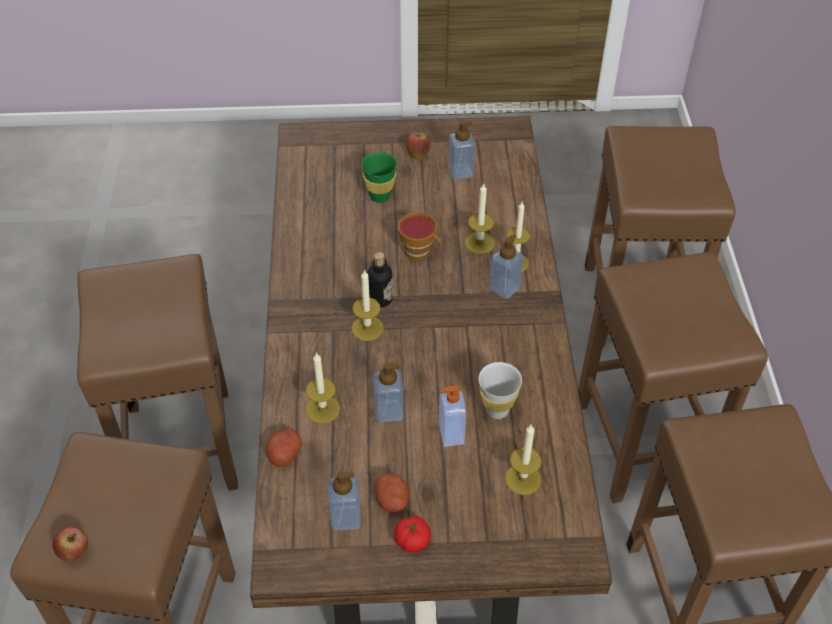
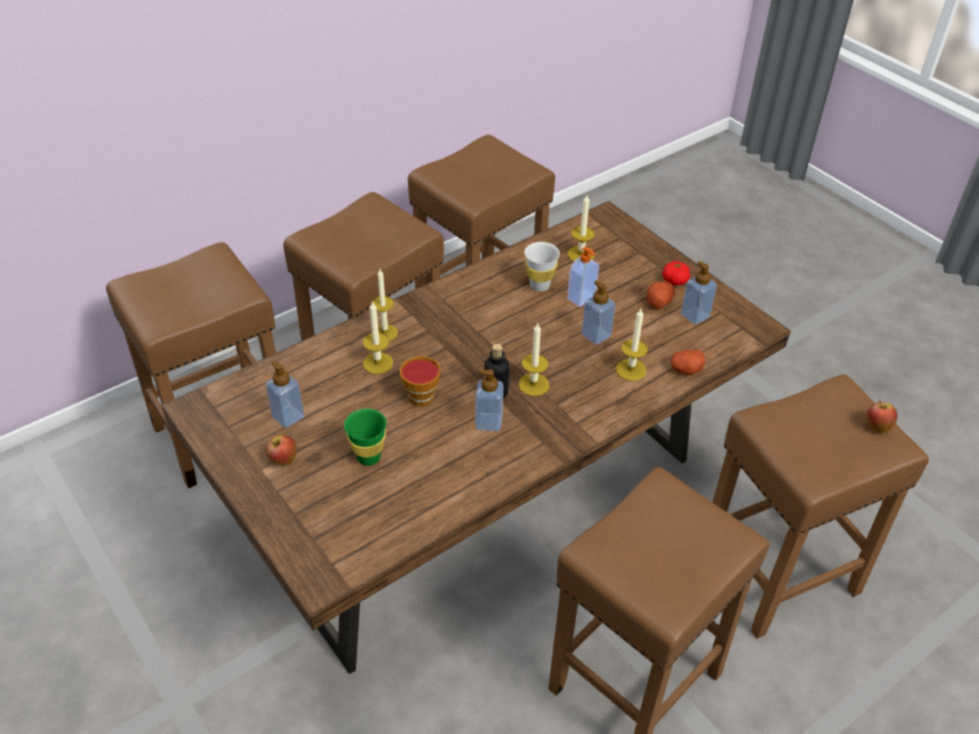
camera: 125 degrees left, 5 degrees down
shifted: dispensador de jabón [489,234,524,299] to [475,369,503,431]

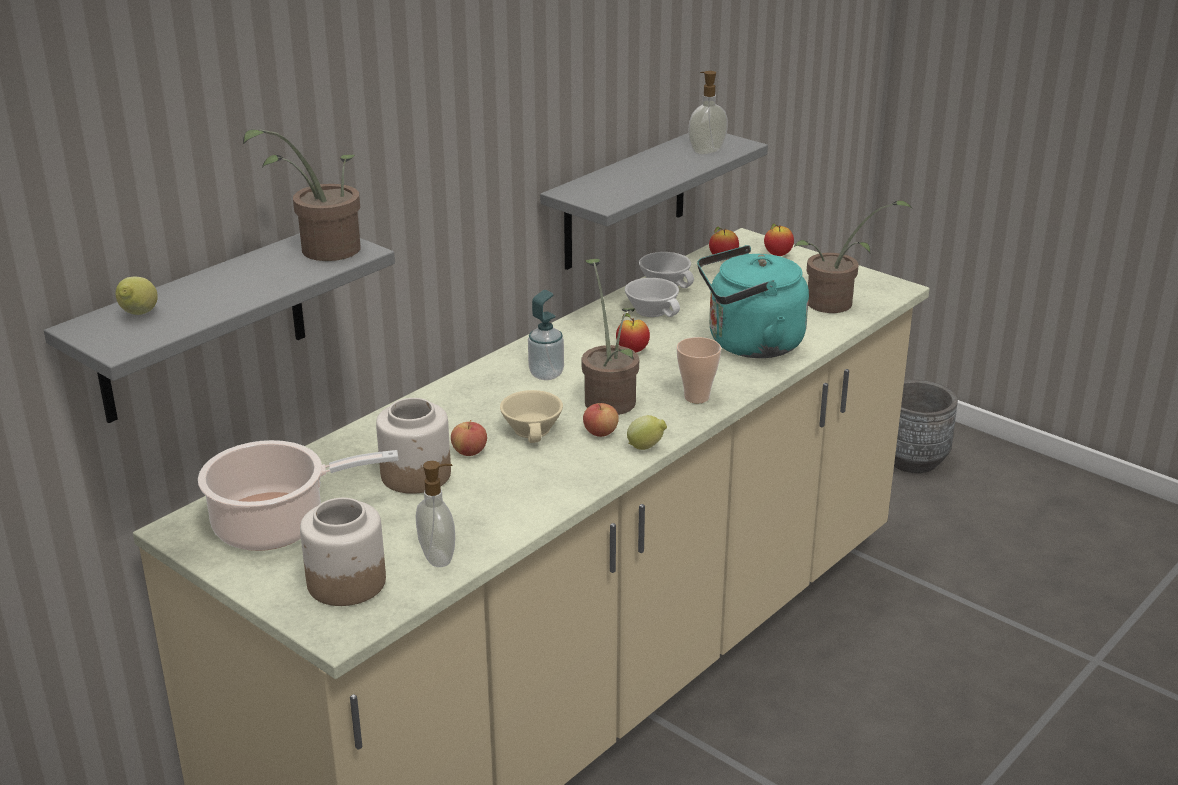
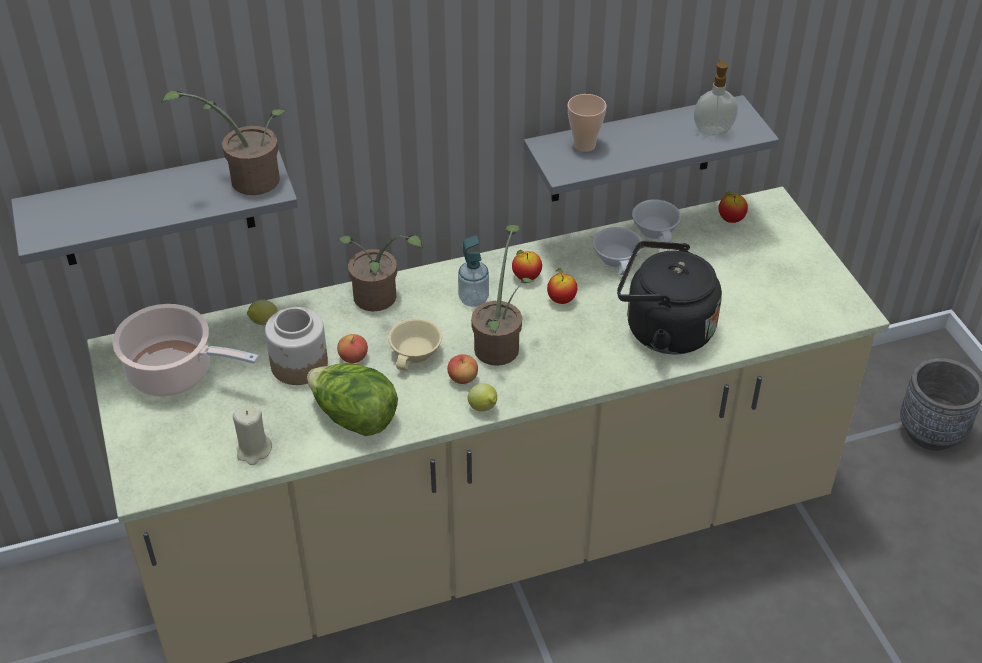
camera: 30 degrees right, 15 degrees up
gone: tarro [300,498,386,606]
new: lechuga [307,363,398,436]
shifted: planta en maceta [794,200,913,313] to [338,235,423,311]; manzana [764,223,794,256] to [512,250,542,280]; limón [116,277,158,315] to [247,300,278,325]; taza [677,337,721,403] to [568,94,606,152]
swapped: dispensador de jabón [416,461,455,567] to vela (beis) [233,405,272,465]
repainted: hervidor (turquesa) [697,245,809,358] to hervidor (negro) [617,241,722,354]

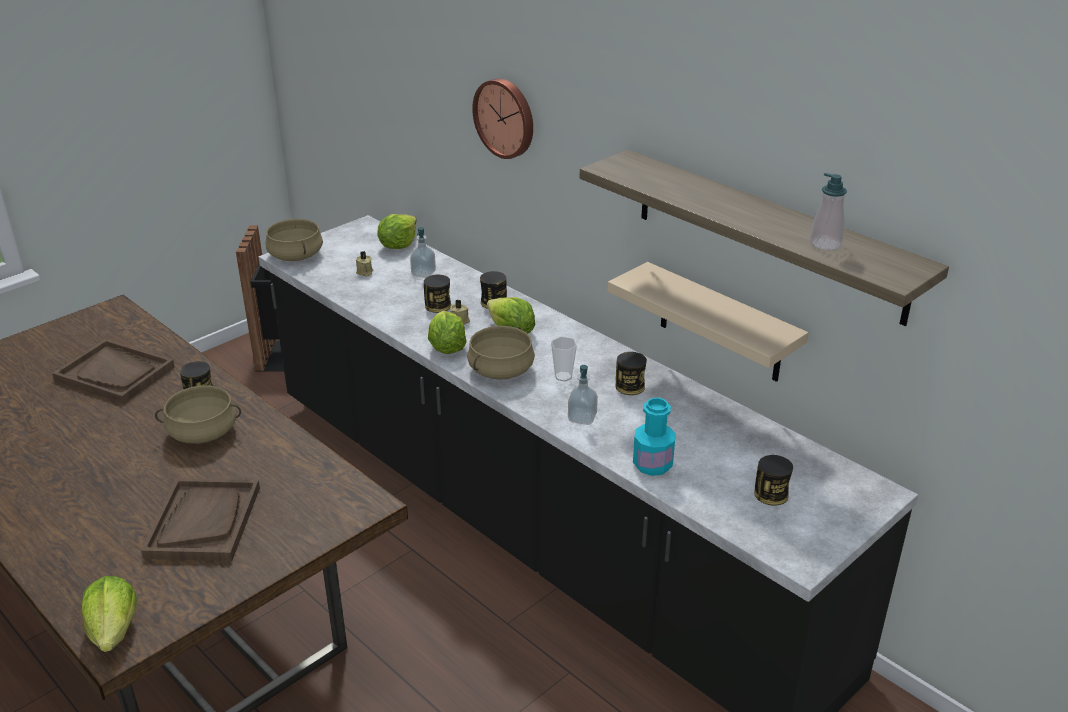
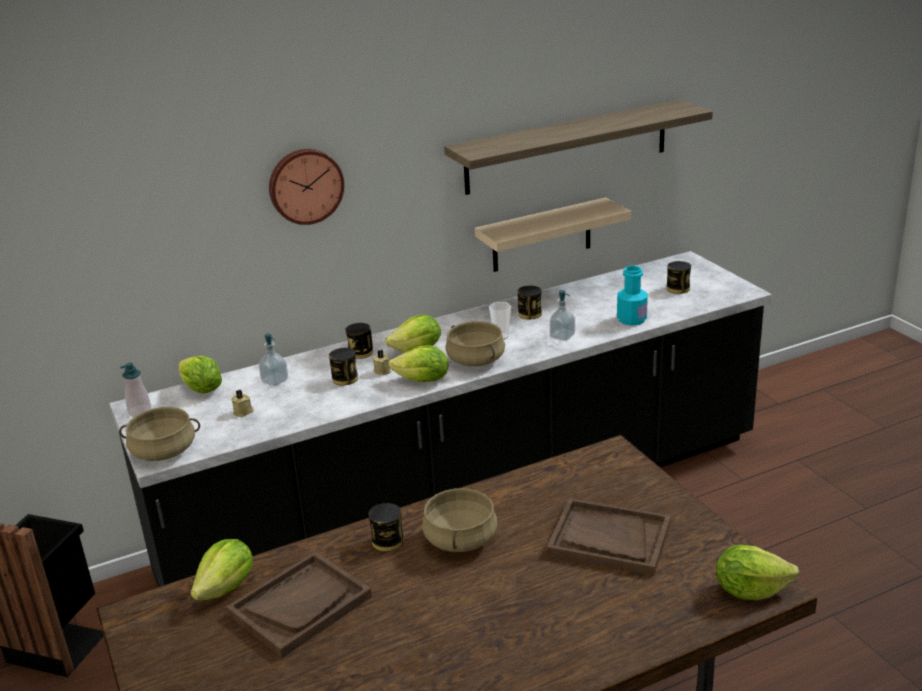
camera: 70 degrees left, 5 degrees down
new: lechuga [190,539,253,600]
shifted: dispensador de jabón [810,173,847,250] to [120,363,152,417]

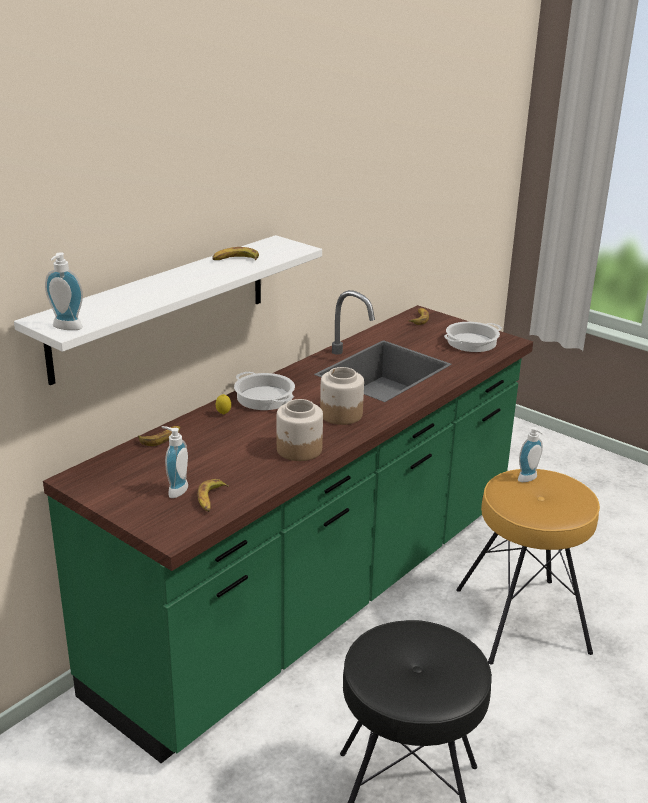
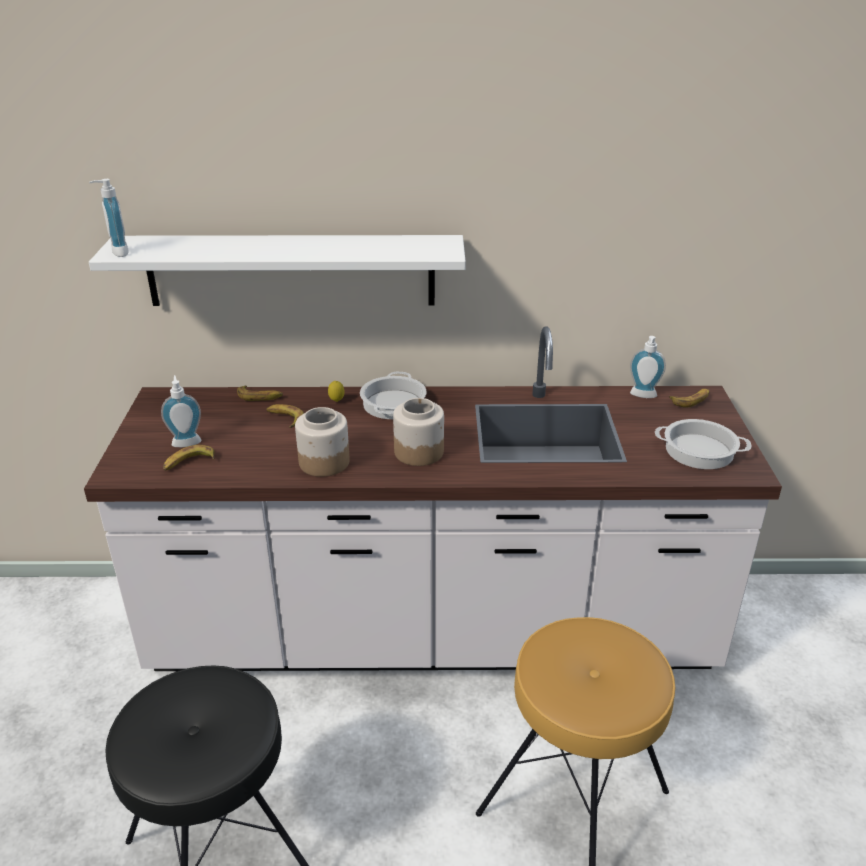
camera: 50 degrees right, 5 degrees up
shifted: plátano [212,247,259,260] to [266,404,304,428]; dispensador de jabón [518,427,543,482] to [630,336,666,398]
repainted: mueble bajo de cocina (verde) [43,290,533,763] to mueble bajo de cocina (blanco) [84,326,782,671]

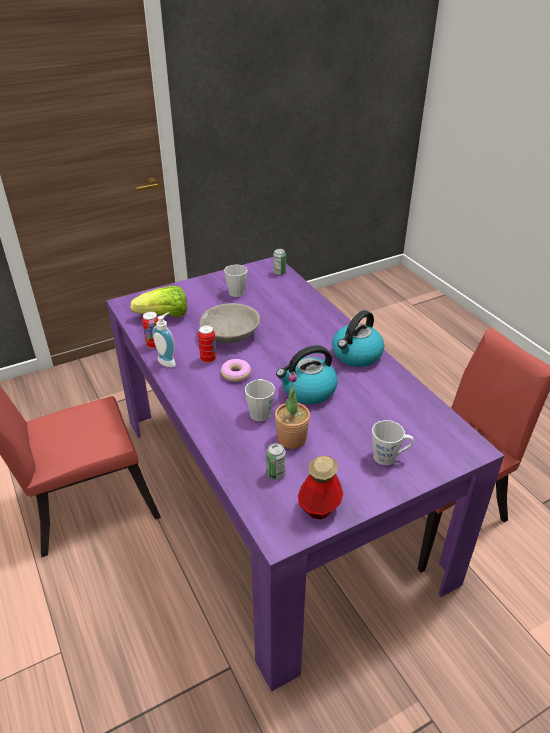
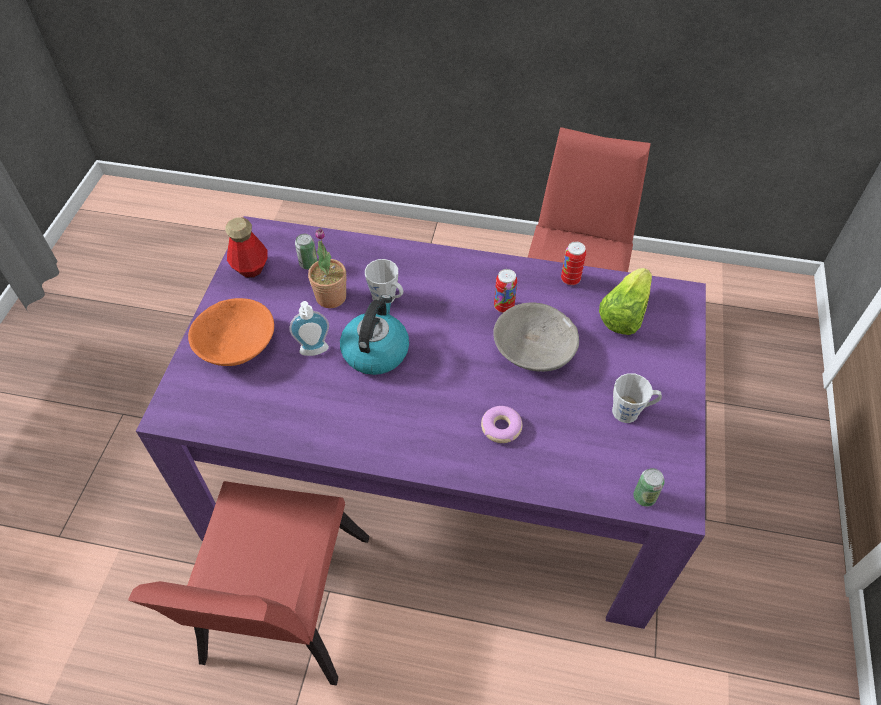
camera: 130 degrees right, 15 degrees up
gone: hervidor [332,310,384,367]
shifted: dispensador de jabón [153,312,176,367] to [290,301,329,356]; rosquilla [221,359,251,382] to [481,406,522,443]
swapped: taza grande (gris) [372,420,414,465] to cuenco (naranja) [188,298,274,366]

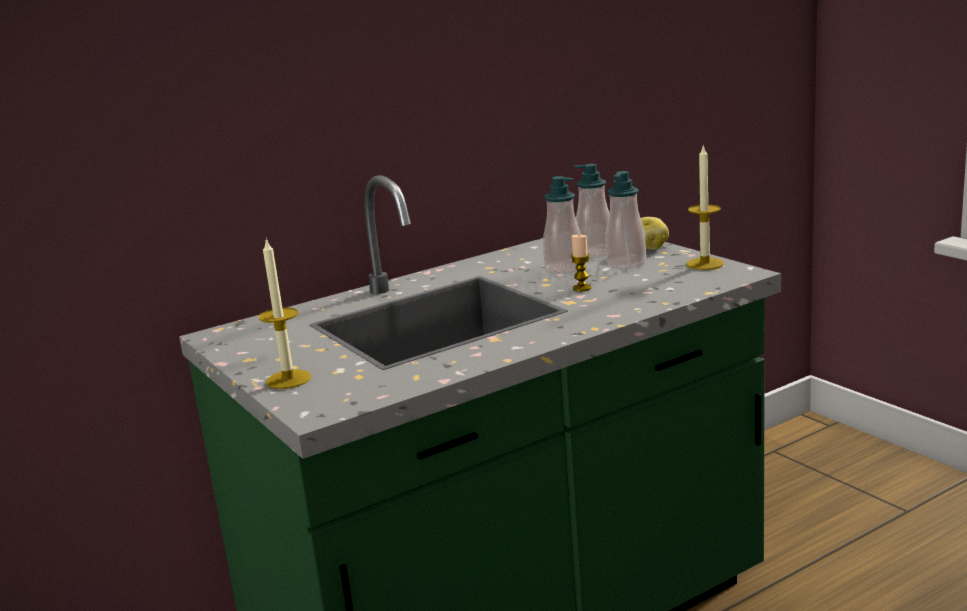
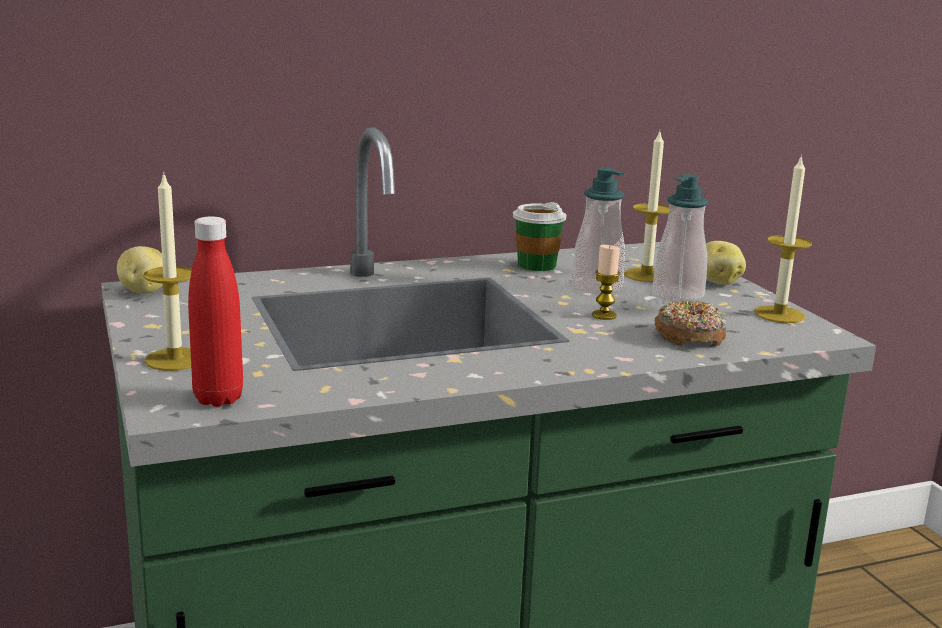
camera: 10 degrees right, 0 degrees up
new: taza [513,202,567,271]; botella (rojo) [188,216,243,407]; patata [117,246,163,294]; rosquilla [655,300,726,347]
swapped: dispensador de jabón [574,164,609,258] to vela [624,131,669,282]

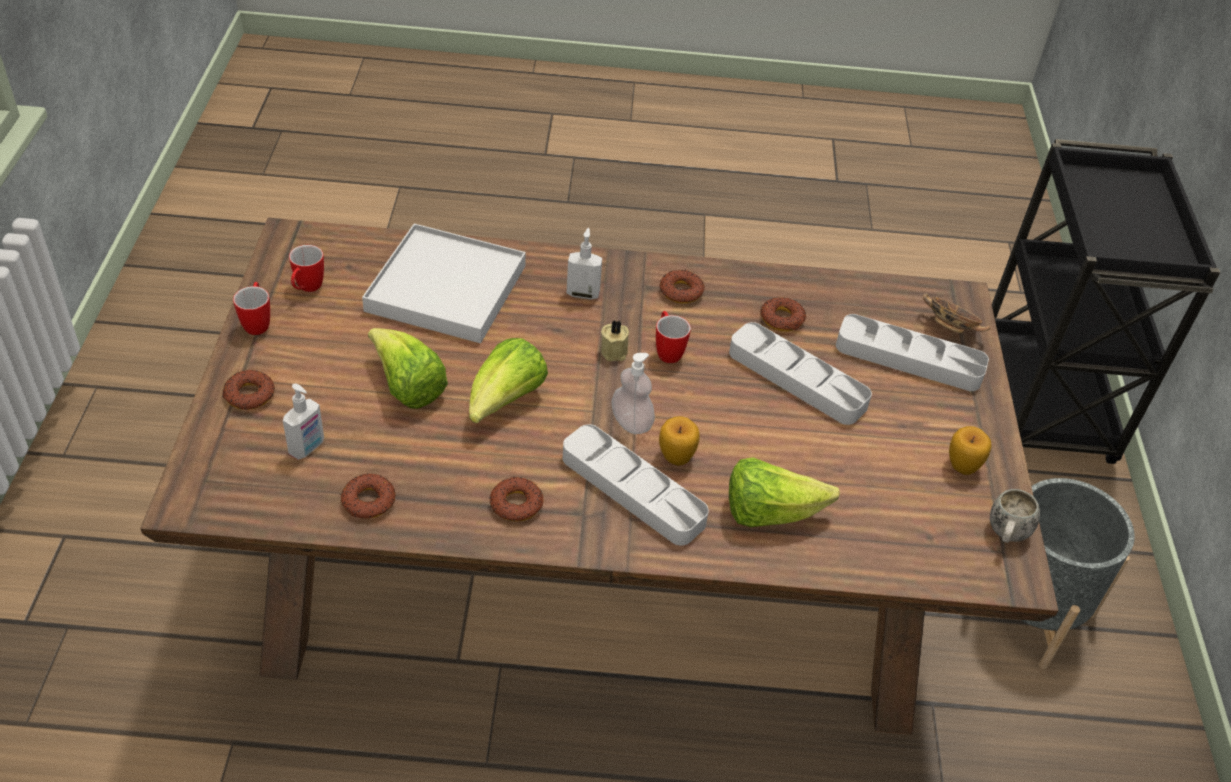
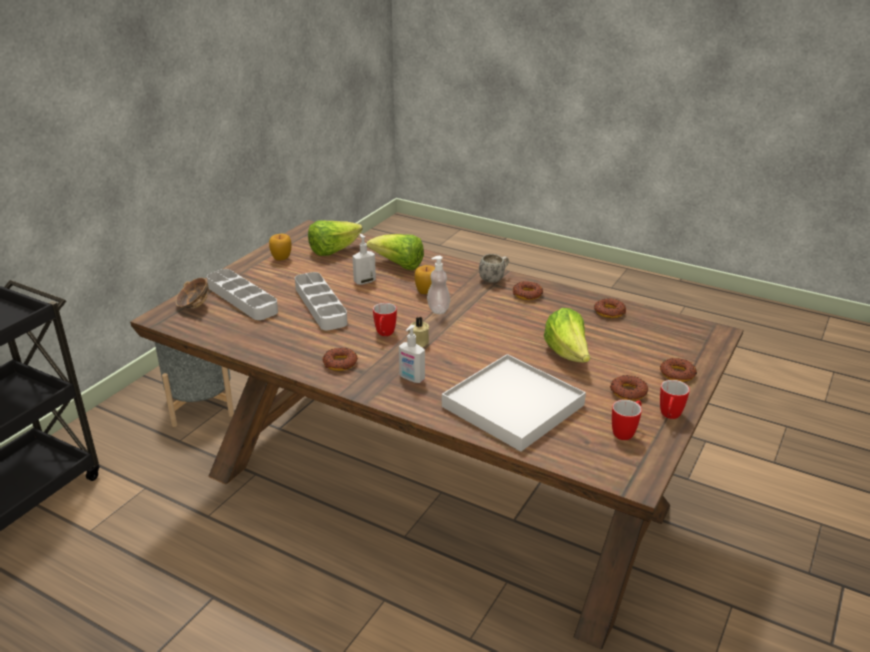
camera: 150 degrees left, 15 degrees down
gone: bandeja (gris) [563,424,709,545]
shifted: rosquilla [761,297,806,331] to [610,375,648,401]; lechuga [469,338,548,423] to [308,220,363,256]; dispensador de jabón [283,384,324,460] to [352,234,376,285]; taza grande (blanco) [990,489,1040,543] to [479,254,509,283]

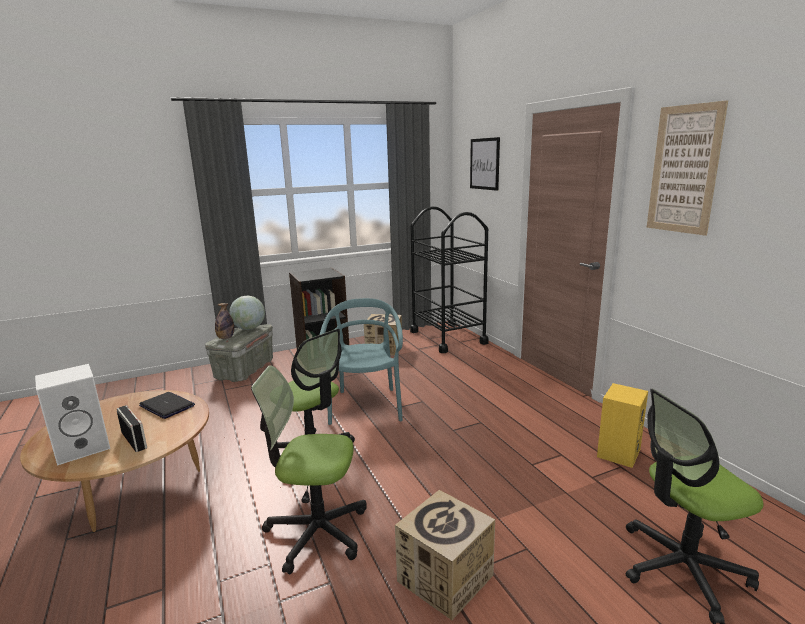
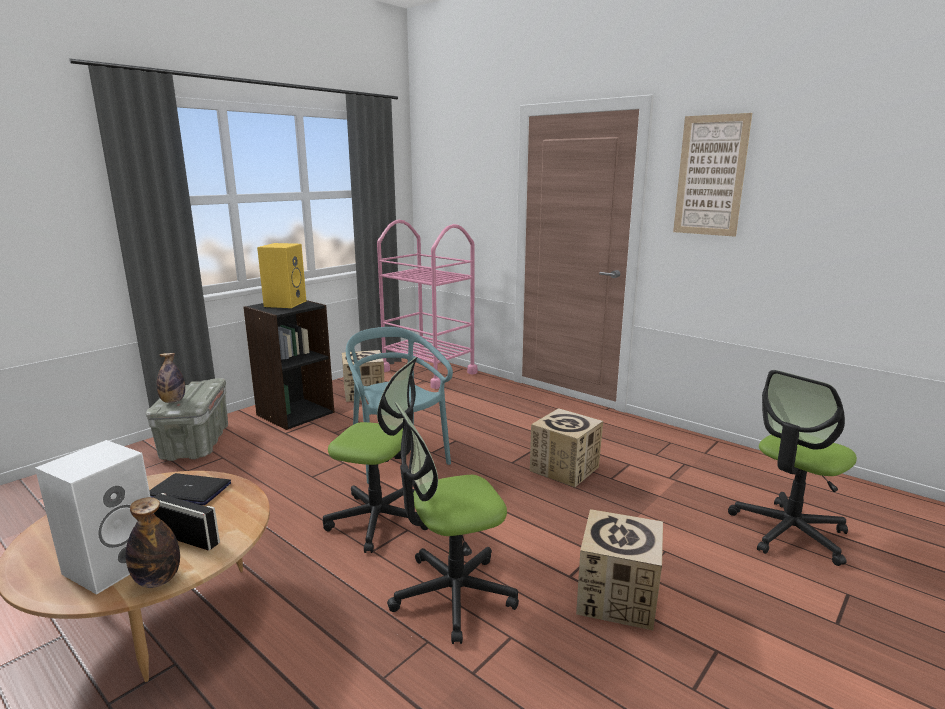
camera: 25 degrees left, 0 degrees up
gone: cuadro [470,137,500,191]; globo terráqueo [229,296,265,330]
new: caja de cartón [530,408,603,488]; botella [126,497,180,588]
shifted: altavoz (amarillo) [597,383,648,468] to [257,243,306,308]
repainted: carrito (negro) [410,206,489,353] to carrito (rosa) [377,220,478,389]

